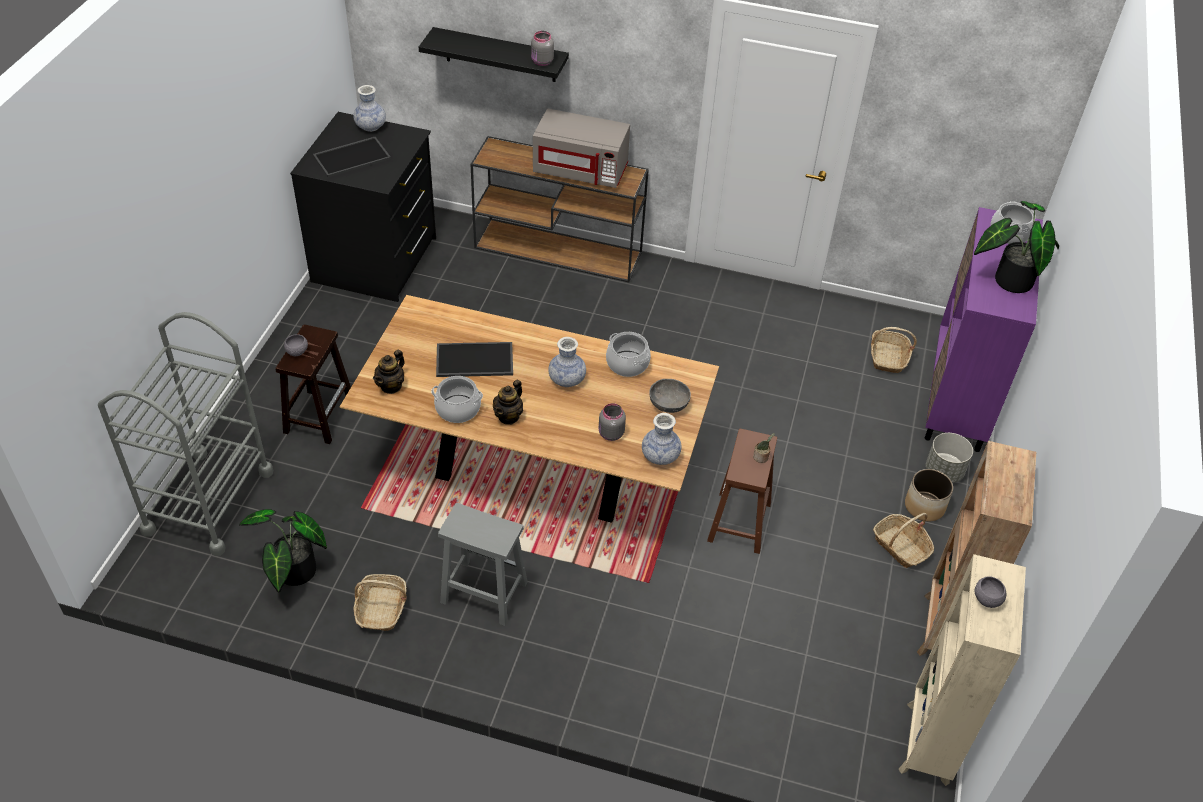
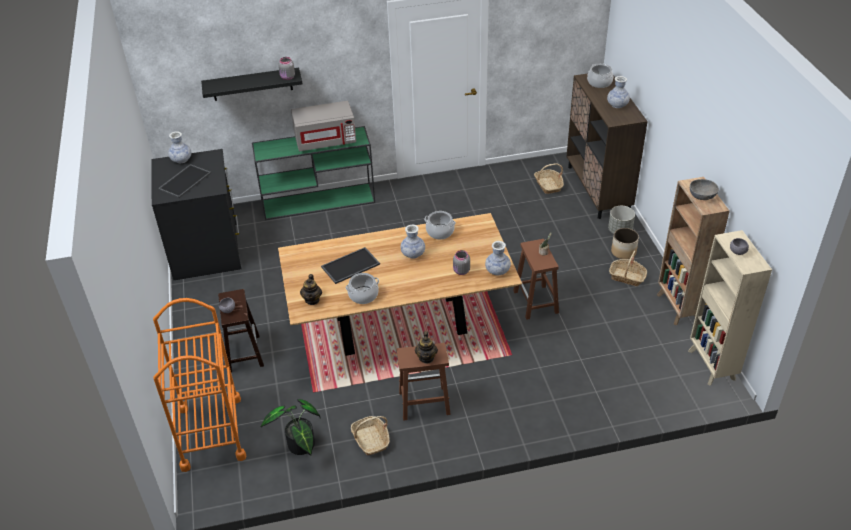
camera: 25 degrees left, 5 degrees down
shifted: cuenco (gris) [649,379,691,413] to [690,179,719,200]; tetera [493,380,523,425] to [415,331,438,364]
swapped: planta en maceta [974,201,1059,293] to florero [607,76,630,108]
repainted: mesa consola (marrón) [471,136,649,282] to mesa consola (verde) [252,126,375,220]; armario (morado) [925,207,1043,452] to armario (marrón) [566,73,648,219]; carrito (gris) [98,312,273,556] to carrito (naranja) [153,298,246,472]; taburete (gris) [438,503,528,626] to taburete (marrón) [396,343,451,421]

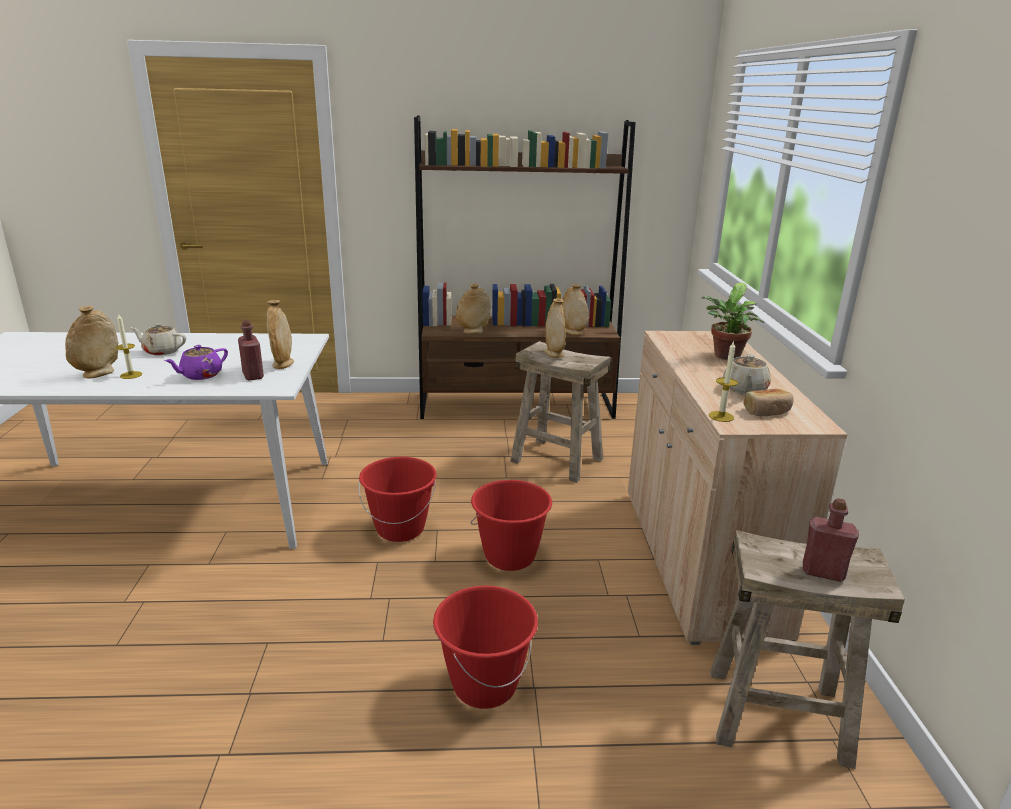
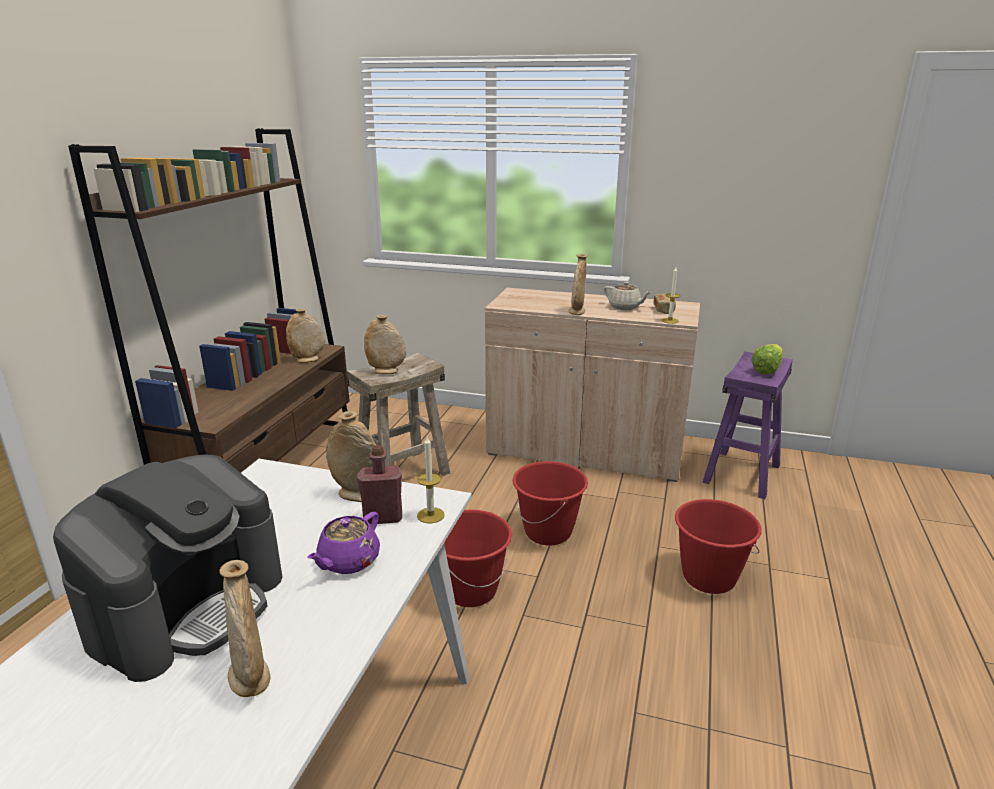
camera: 70 degrees left, 0 degrees up
gone: planta en maceta [702,283,765,360]
shifted: florero (beis) [456,284,491,334] to [569,254,588,315]; vela [116,313,142,379] to [417,437,445,523]
swapped: tetera (beis) [130,323,186,355] to cafetera [53,455,282,682]; botella (rojo) [803,498,859,582] to lechuga [751,344,783,374]
repainted: taburete (beis) [710,530,905,769] to taburete (morado) [702,351,793,499]
rotated: tetera (morado) [165,345,228,380] = [307,512,380,574] 60 degrees clockwise

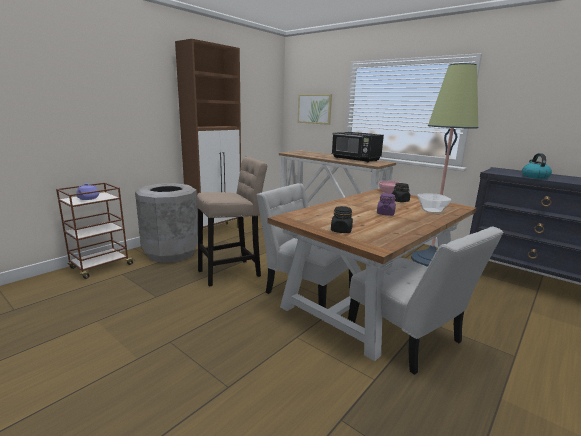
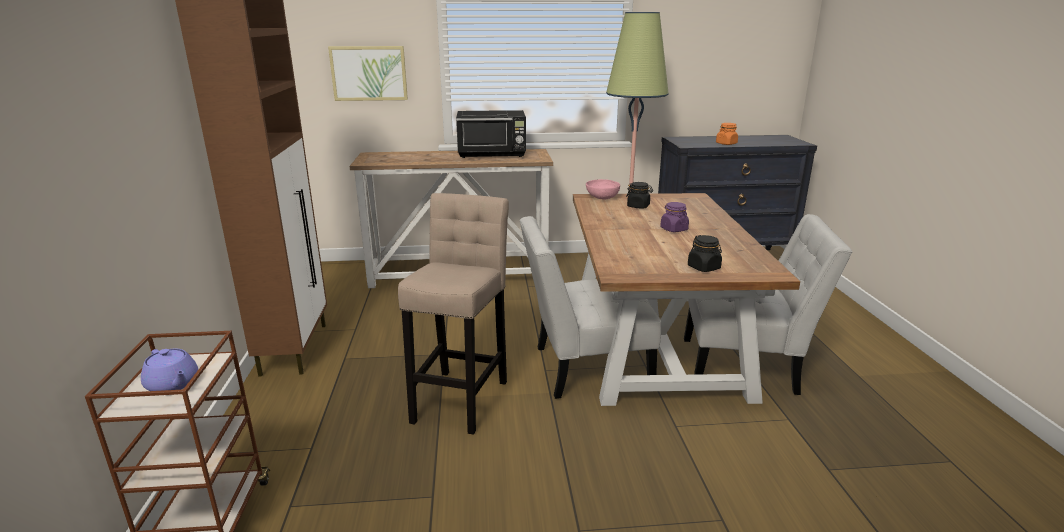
camera: 45 degrees left, 5 degrees up
gone: papelera (gris) [135,183,198,263]; cuenco [418,194,451,213]
swapped: hervidor [522,153,552,179] to tarro (naranja) [716,123,738,145]

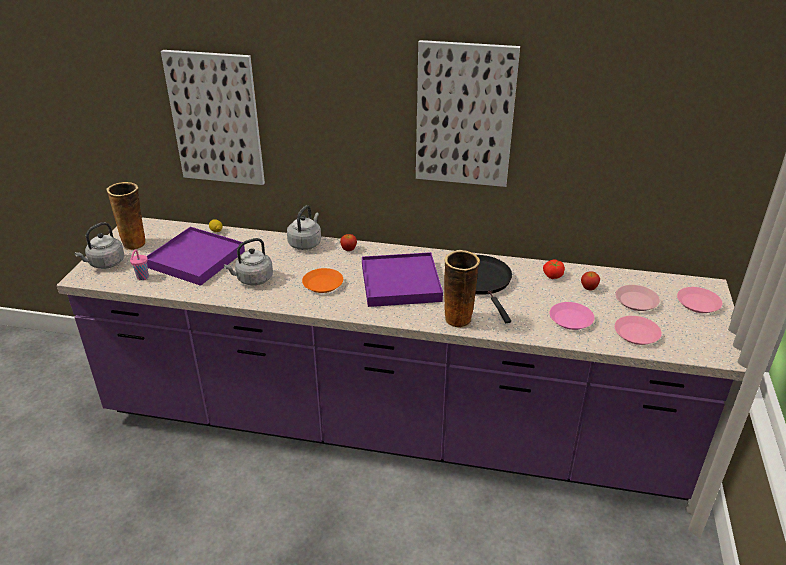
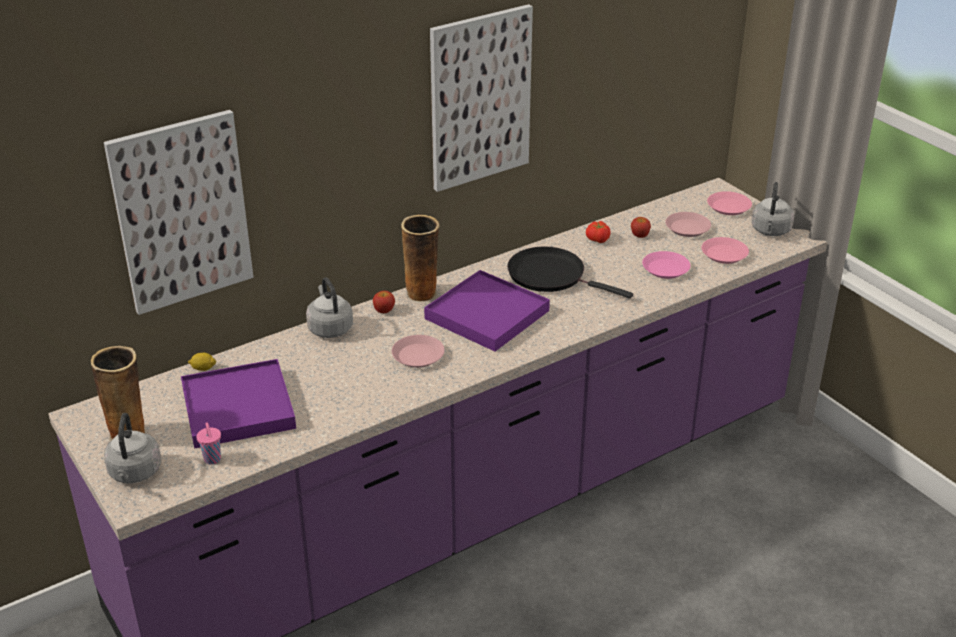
camera: 45 degrees left, 0 degrees up
shifted: hervidor (gris) [224,238,273,285] to [751,182,794,236]; florero [444,250,480,329] to [401,215,440,303]
repainted: plato (naranja) [302,268,343,293] to plato (rosa) [392,335,445,368]

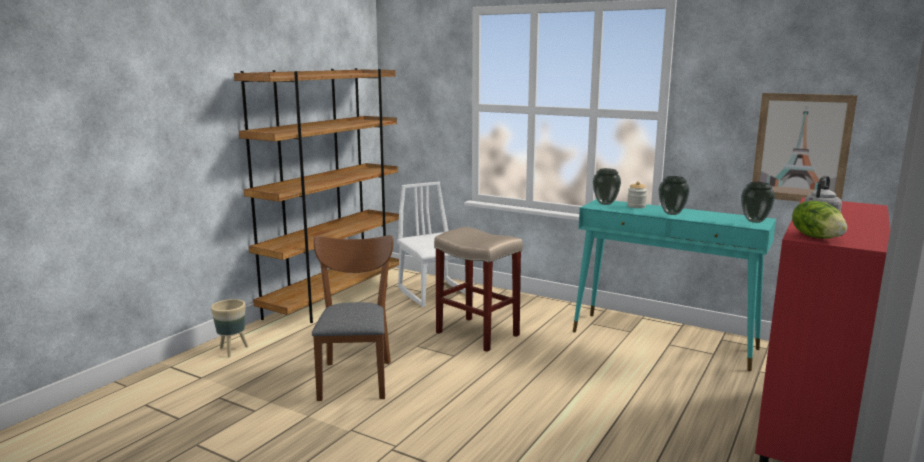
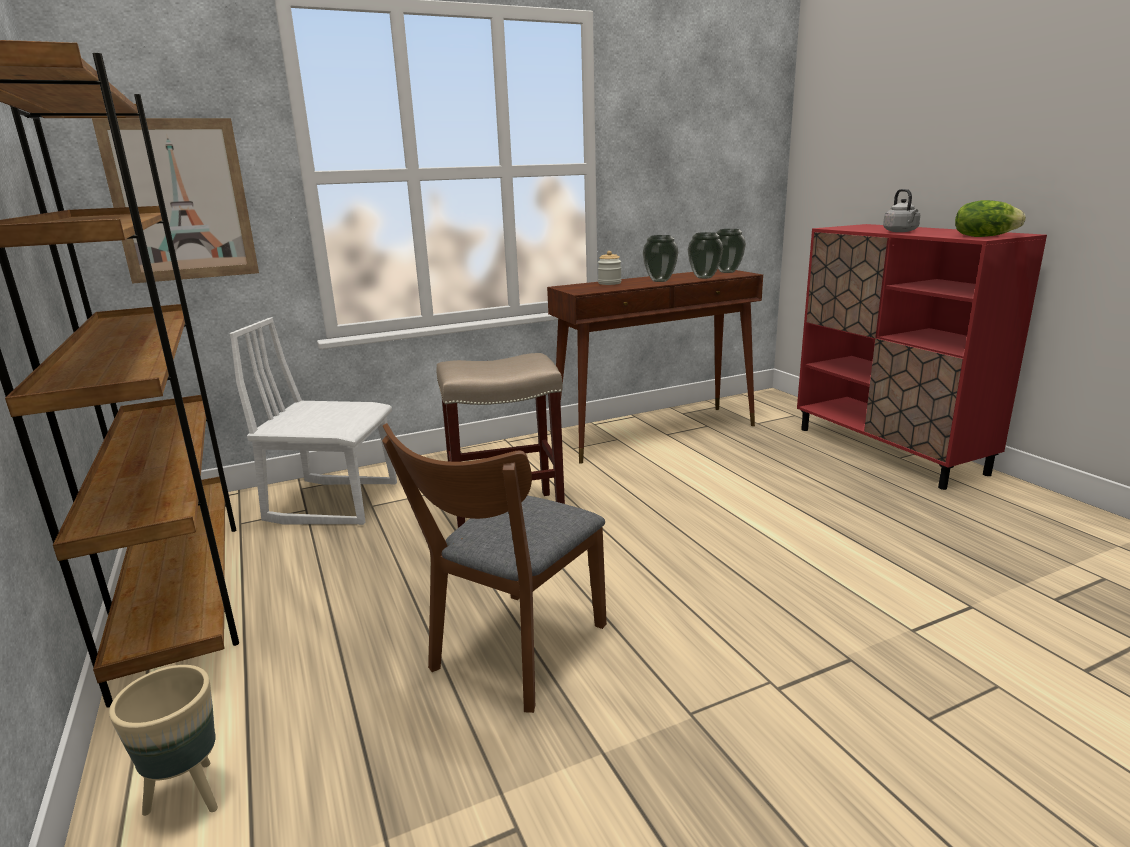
camera: 55 degrees left, 5 degrees up
shifted: cuadro [752,93,858,202] to [92,118,259,284]; florero [593,168,621,205] to [688,232,723,279]
repainted: mesa consola (turquesa) [573,199,776,371] to mesa consola (marrón) [547,269,763,463]
rotated: silla (marrón) [312,235,394,401] = [382,423,607,713] 90 degrees counterclockwise

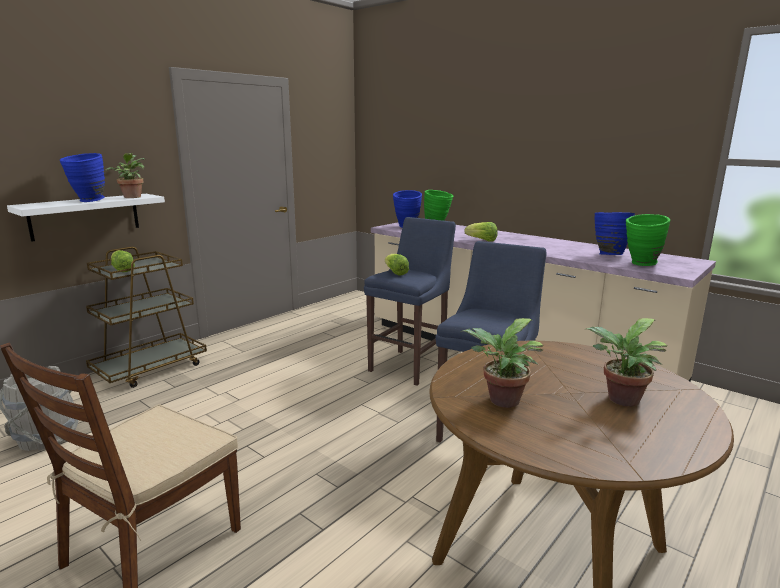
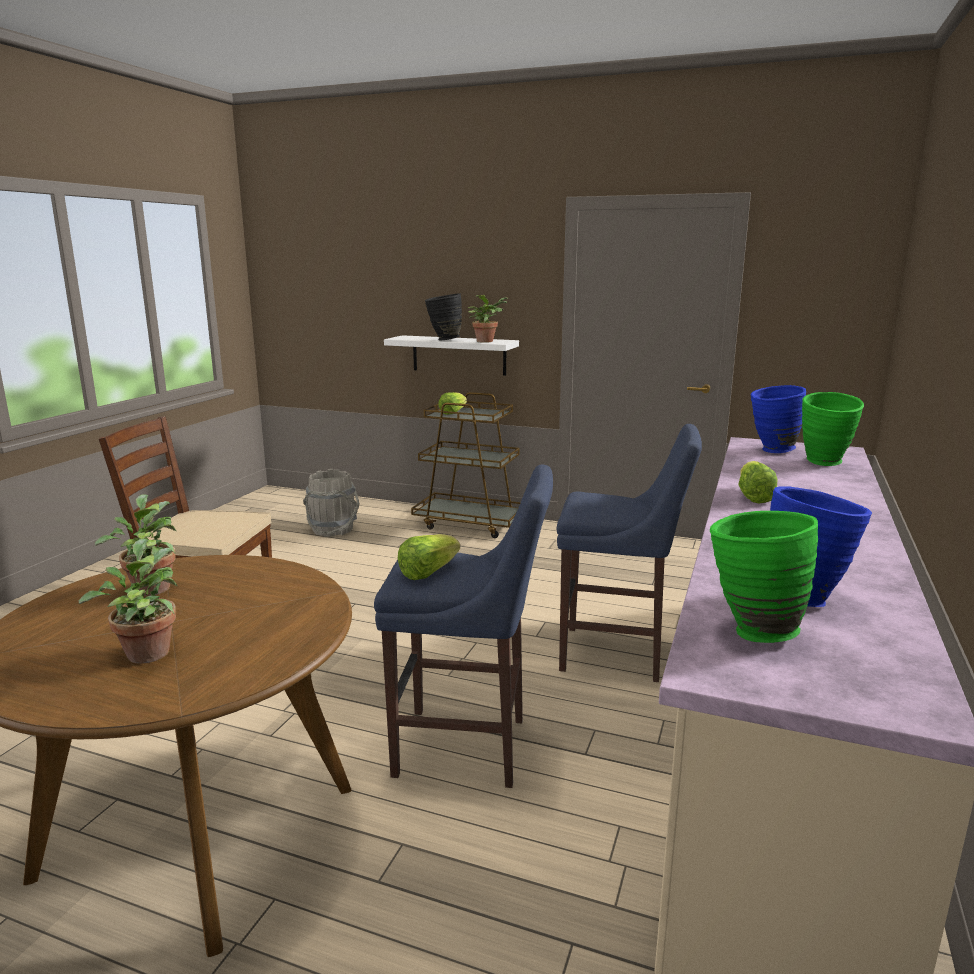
camera: 70 degrees right, 0 degrees up
shifted: lechuga [385,254,409,275] to [398,534,460,580]
repainted: florero (azul) [60,153,105,202] to florero (negro) [425,294,462,340]

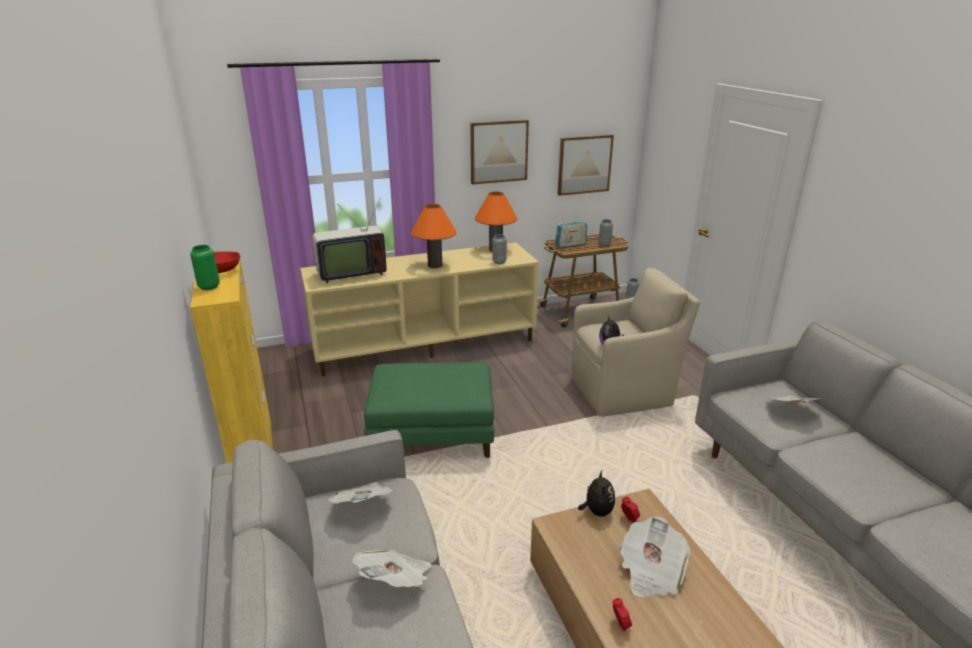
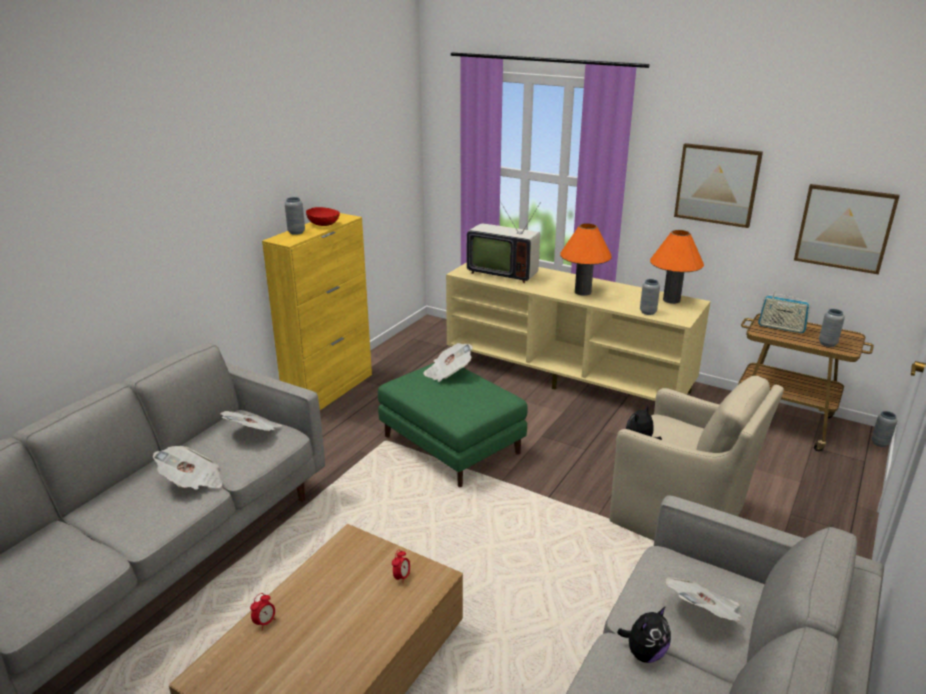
camera: 50 degrees right, 0 degrees up
shifted: peluche [578,470,615,517] to [617,606,671,663]; periódico [619,516,691,597] to [423,343,473,382]
repainted: florero (verde) [190,245,220,290] to florero (gris) [285,197,305,235]

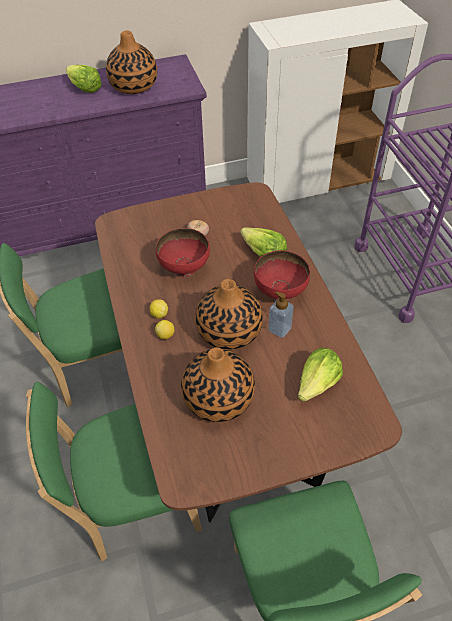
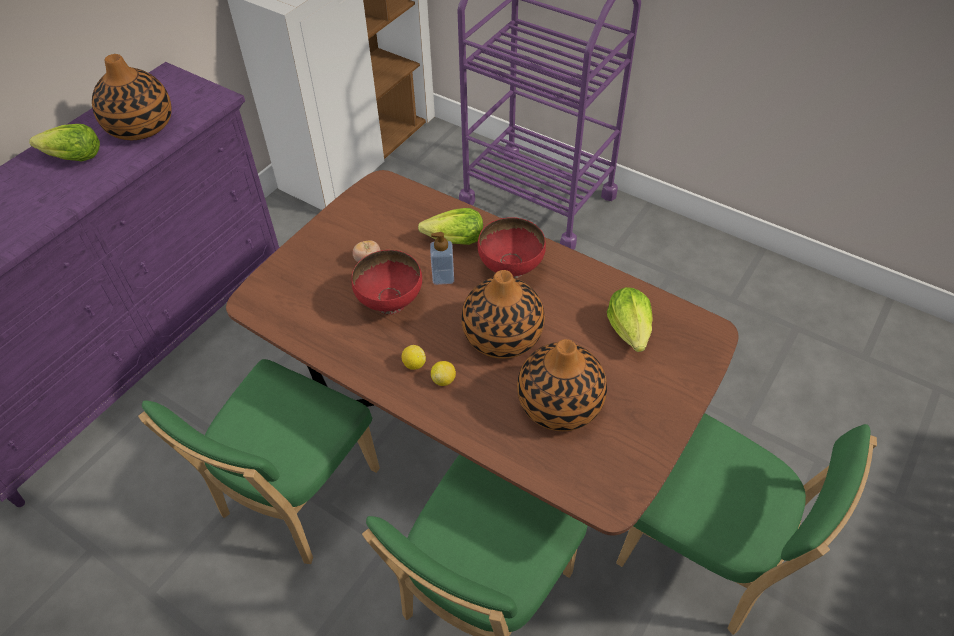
camera: 40 degrees left, 0 degrees up
shifted: dispensador de jabón [268,292,294,338] to [430,232,454,285]

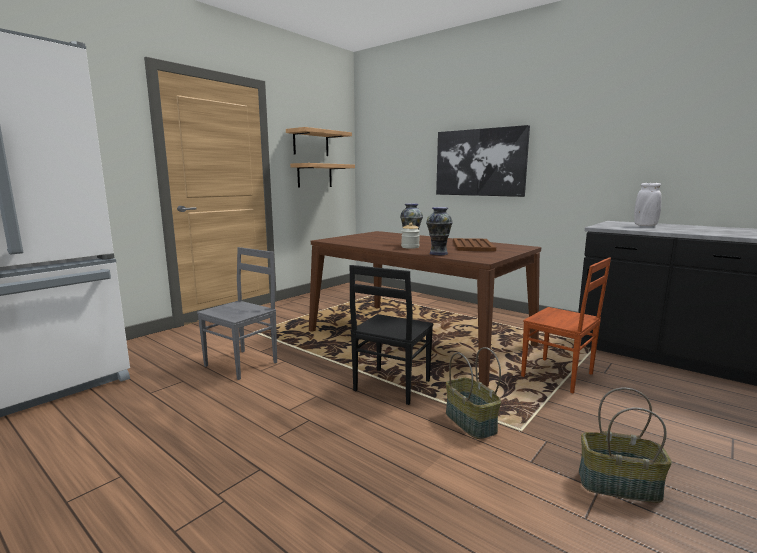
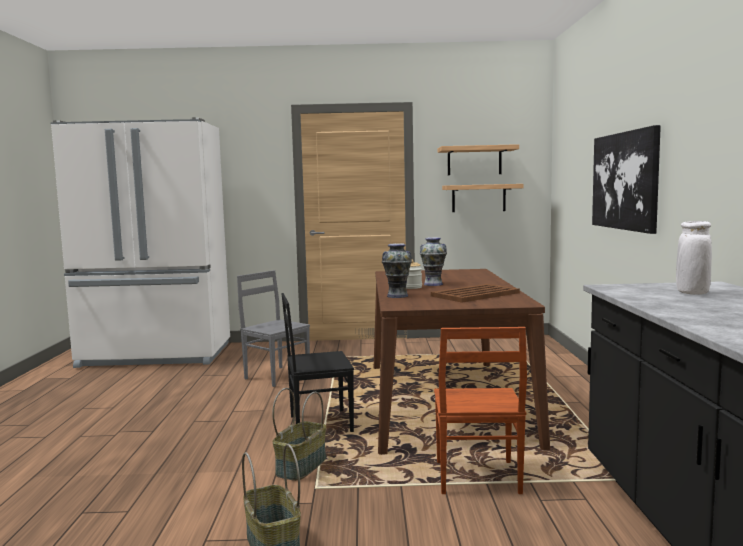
camera: 50 degrees right, 5 degrees down
rotated: silla (gris) [197,247,277,380] = [237,270,310,387] 135 degrees counterclockwise

